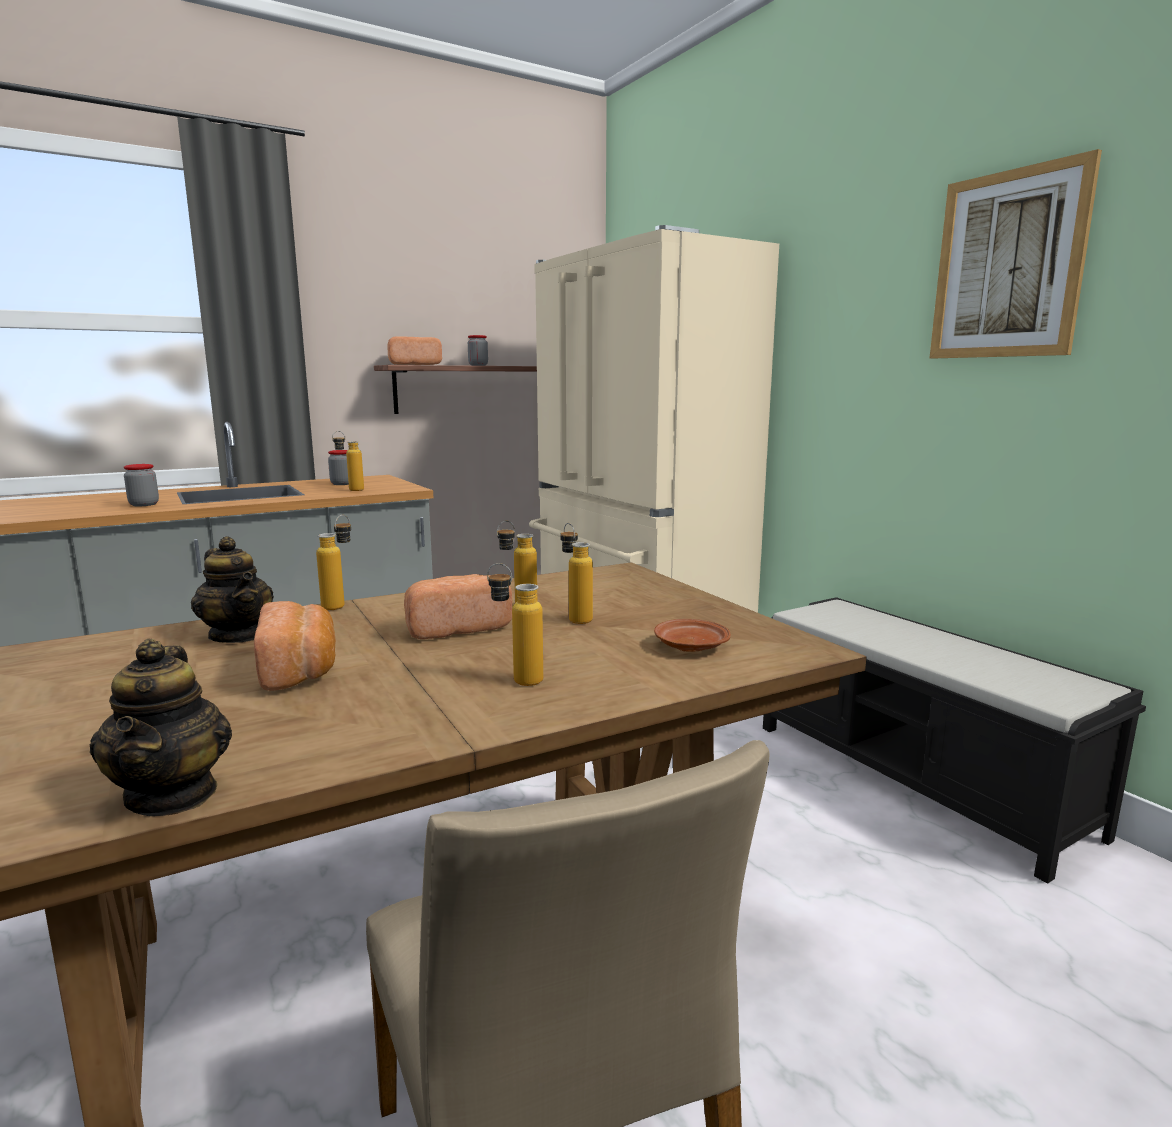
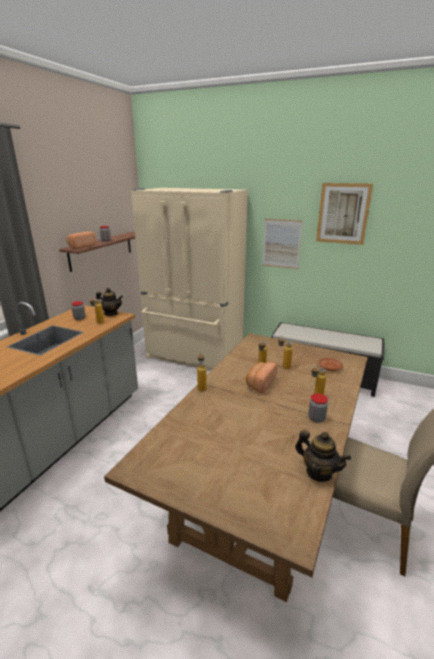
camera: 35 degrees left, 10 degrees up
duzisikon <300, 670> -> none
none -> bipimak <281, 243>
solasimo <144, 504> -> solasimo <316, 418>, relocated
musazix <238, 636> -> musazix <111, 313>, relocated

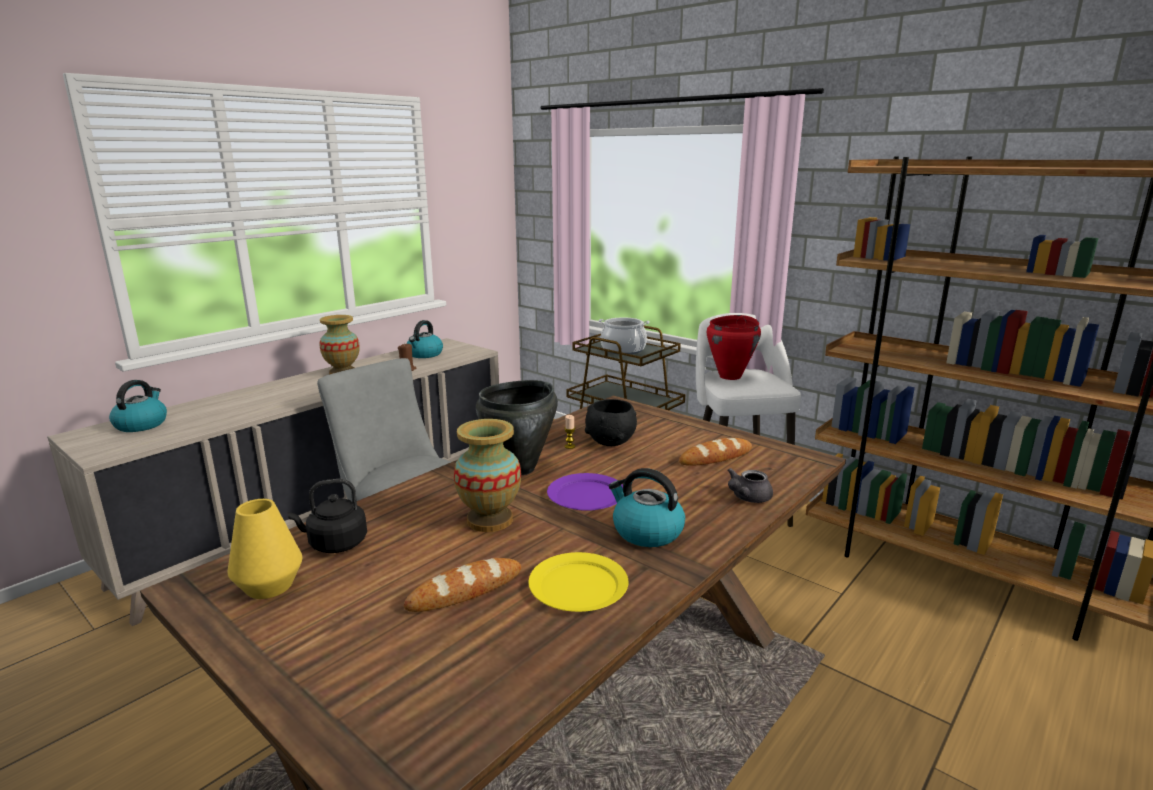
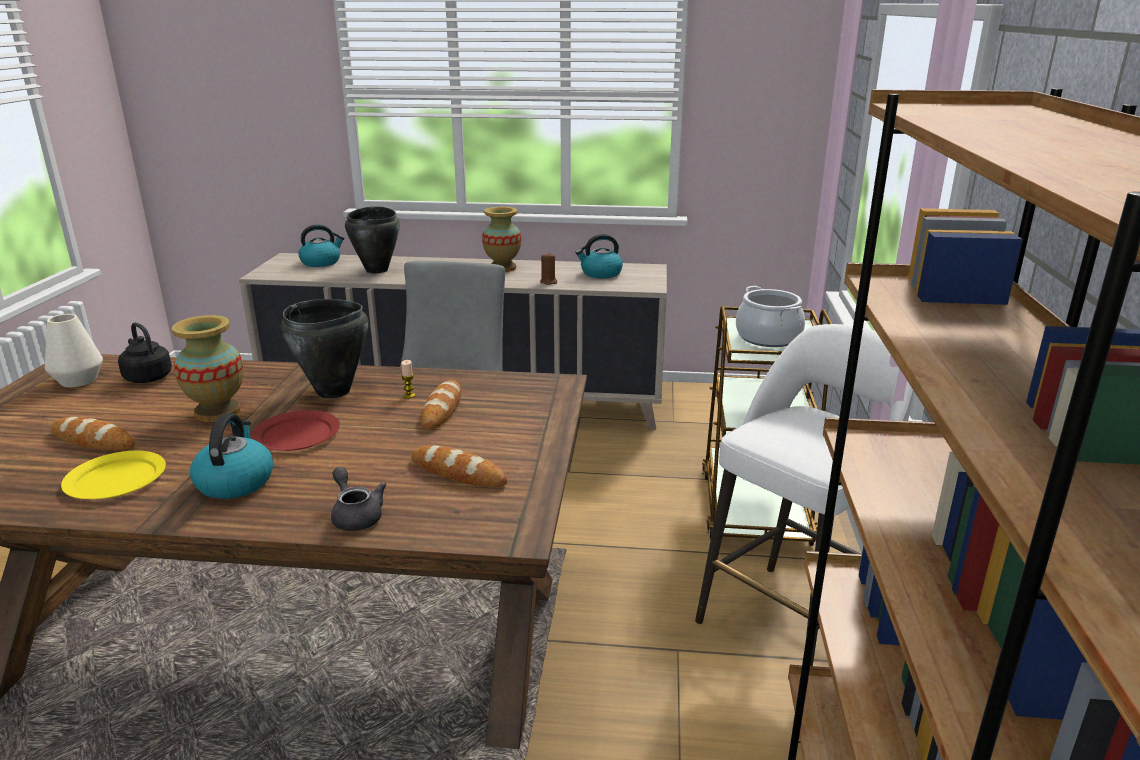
camera: 55 degrees right, 5 degrees up
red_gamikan <730, 376> -> none
none -> black_gamikan <377, 270>
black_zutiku <610, 442> -> duzisikon <442, 409>
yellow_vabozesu <270, 586> -> white_vabozesu <79, 380>
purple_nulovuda <586, 496> -> red_nulovuda <296, 434>
grey_musazix <747, 498> -> grey_musazix <356, 515>, 45 degrees clockwise

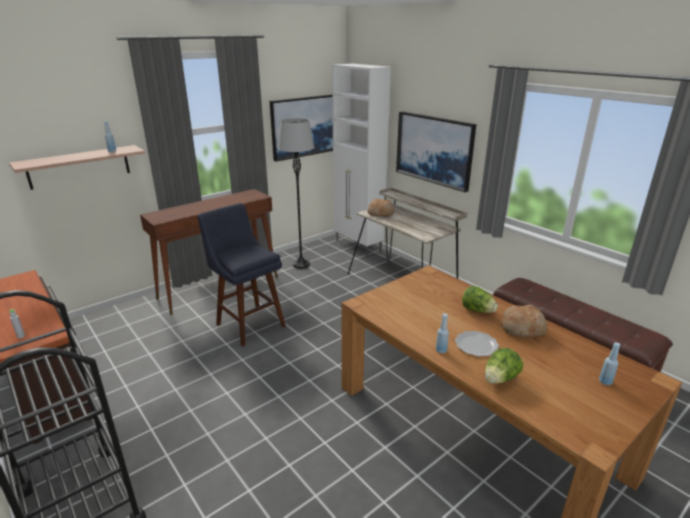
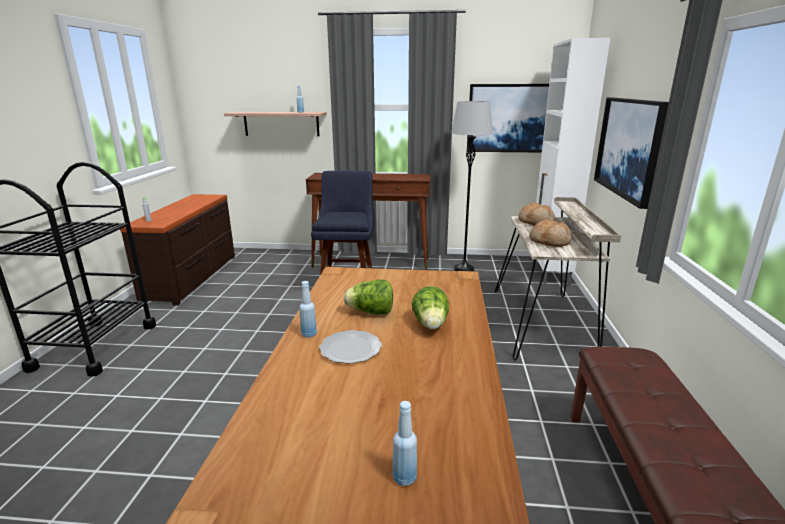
camera: 45 degrees right, 5 degrees down
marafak <500, 379> -> marafak <371, 312>, relocated
duzisikon <522, 328> -> duzisikon <550, 241>, relocated

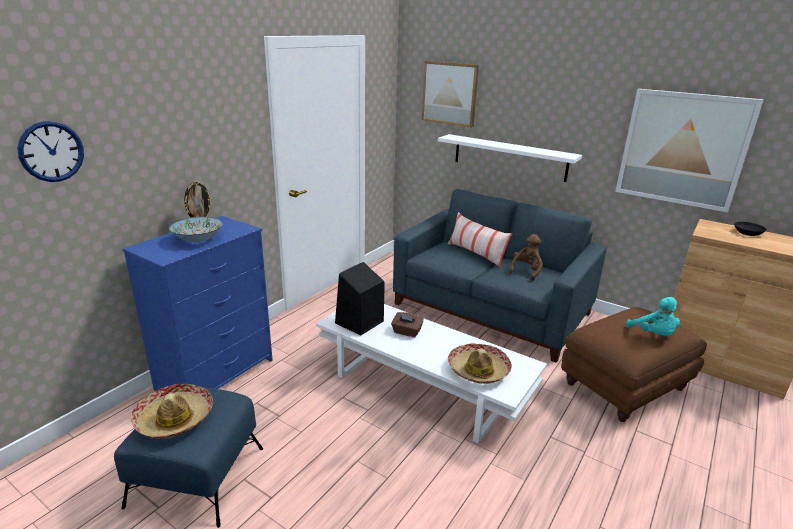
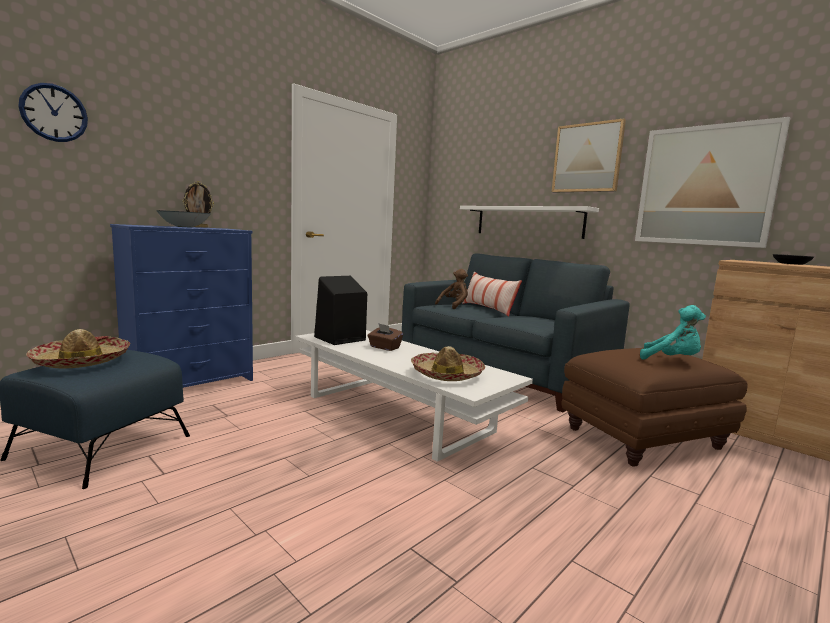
camera: 10 degrees right, 15 degrees down
bipimak <449, 93> -> bipimak <587, 158>, relocated
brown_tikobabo <526, 271> -> brown_tikobabo <454, 306>, relocated
turquoise_tikobabo <653, 334> -> turquoise_tikobabo <671, 360>, 45 degrees counterclockwise

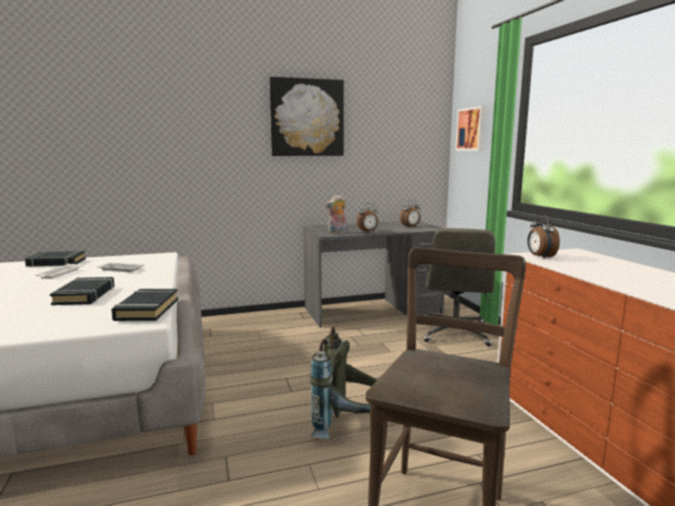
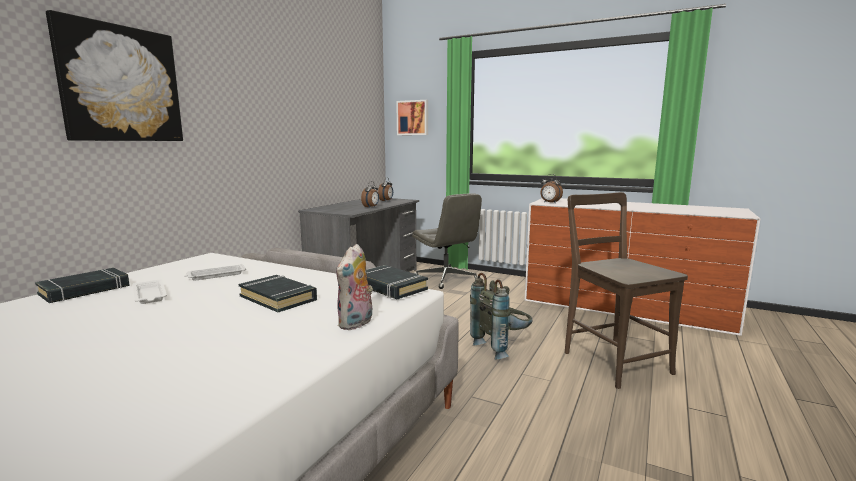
camera: 45 degrees left, 0 degrees up
bipimak <307, 118> -> bipimak <120, 84>, relocated
tikobabo <337, 233> -> tikobabo <356, 324>, relocated

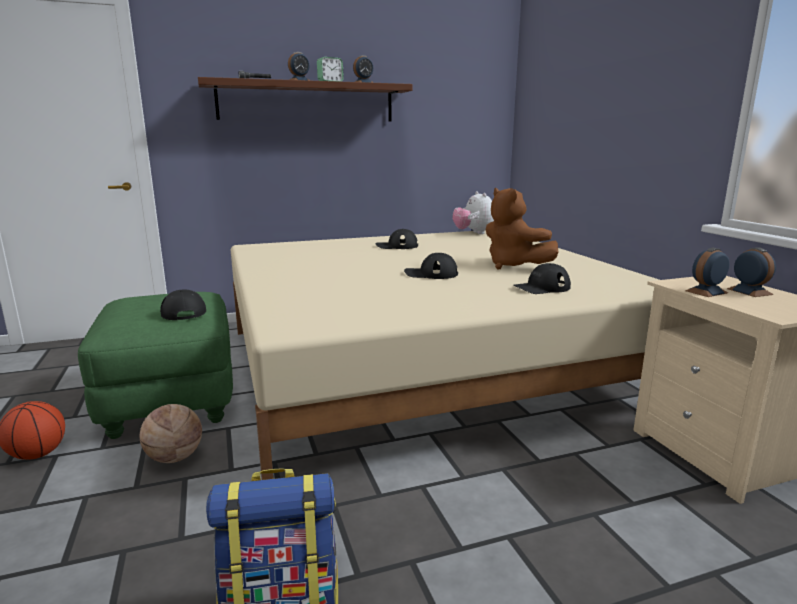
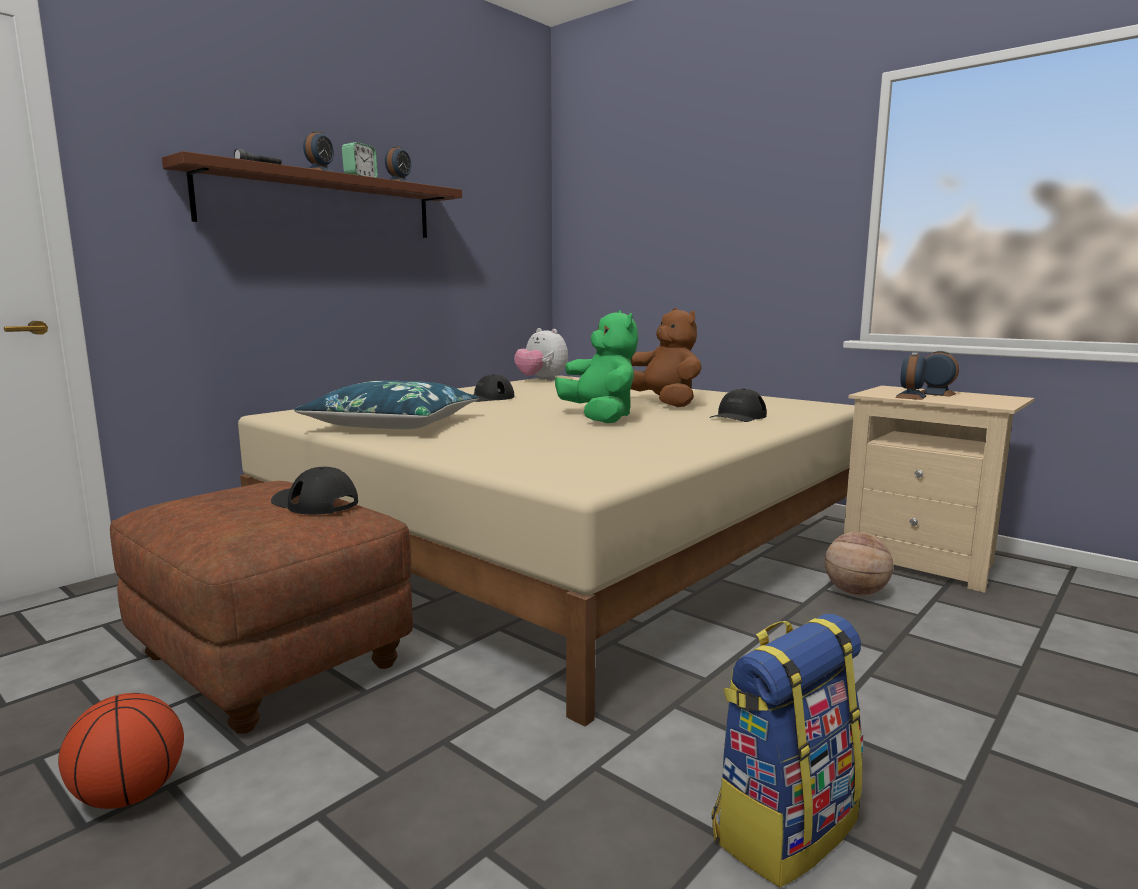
camera: 30 degrees left, 5 degrees down
none -> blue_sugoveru <393, 424>
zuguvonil <174, 458> -> zuguvonil <856, 593>, relocated
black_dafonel <431, 274> -> green_tikobabo <600, 418>
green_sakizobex <171, 400> -> brown_sakizobex <272, 660>
brown_tikobabo <513, 266> -> brown_tikobabo <663, 403>, 150 degrees counterclockwise

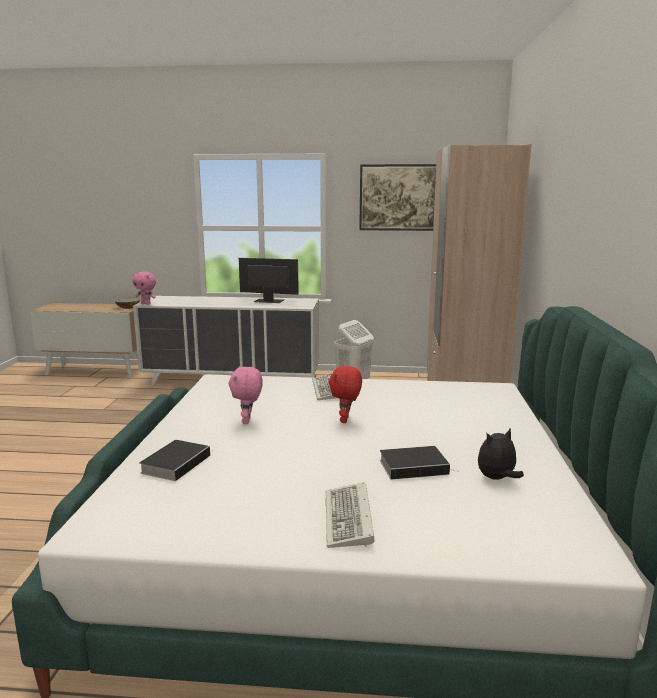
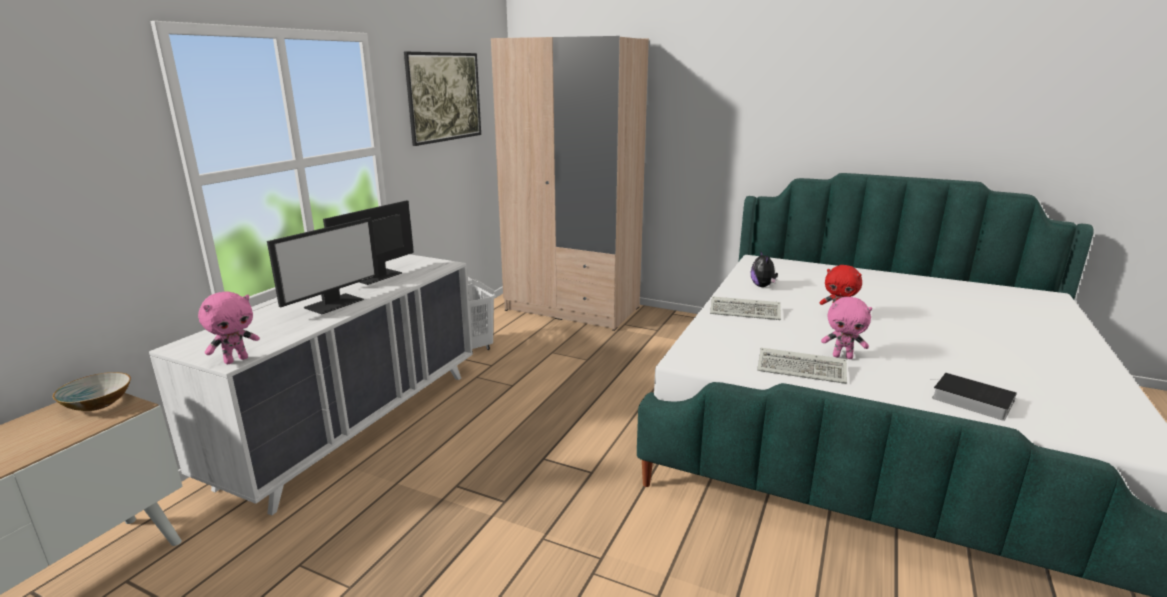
camera: 70 degrees left, 5 degrees up
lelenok <415, 466> -> none
none -> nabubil <334, 303>
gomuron <350, 520> -> gomuron <803, 369>, relocated
tikobabo <497, 479> -> tikobabo <763, 286>, relocated

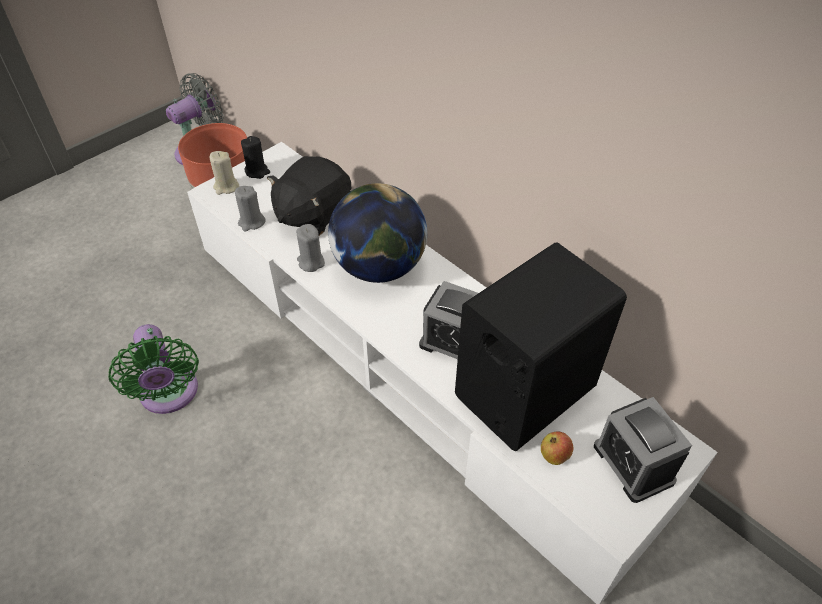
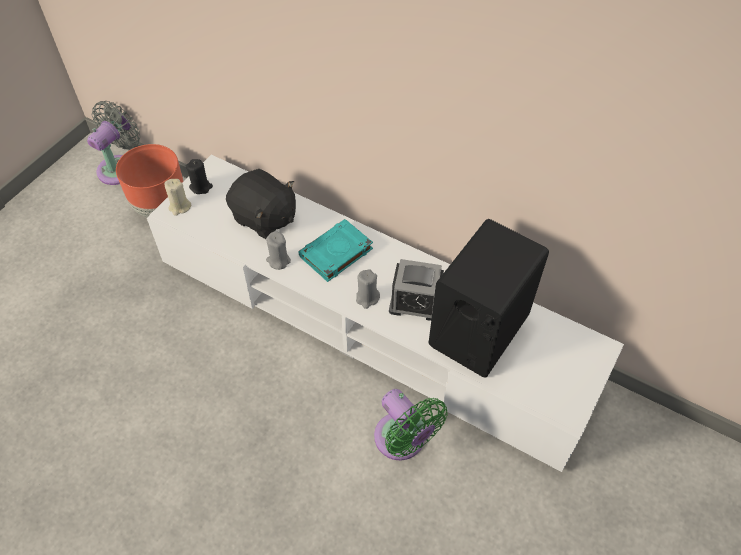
camera: 15 degrees left, 5 degrees up
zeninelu <554, 455> -> none
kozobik <633, 463> -> none
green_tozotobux <169, 395> -> green_tozotobux <403, 441>, relocated
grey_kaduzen <251, 222> -> grey_kaduzen <367, 298>, relocated
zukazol <379, 267> -> turquoise_lelenok <335, 253>
black_tikobabo <312, 215> -> black_tikobabo <264, 218>, 75 degrees counterclockwise

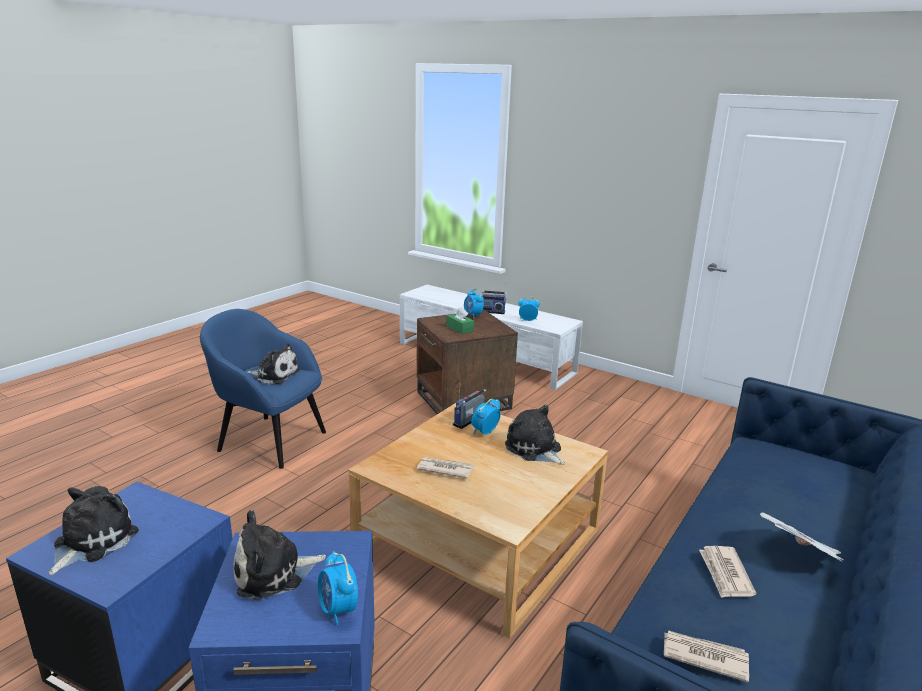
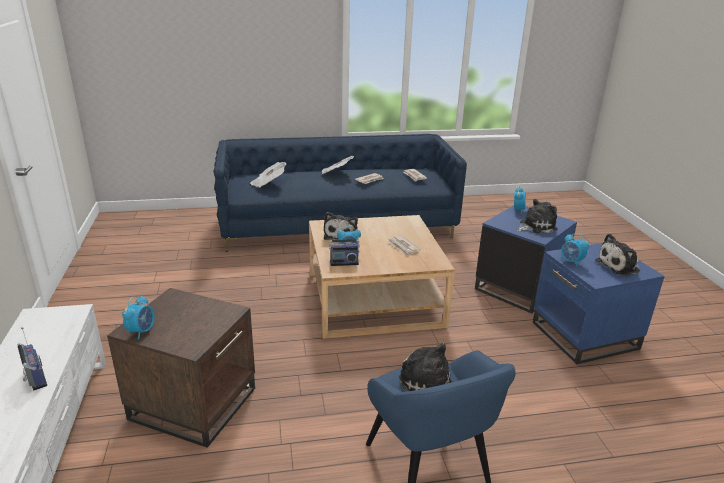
camera: 135 degrees left, 5 degrees up
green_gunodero <460, 329> -> none
none -> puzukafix <268, 183>
kozobik <527, 320> -> kozobik <571, 262>, relocated
tikobabo <273, 572> -> tikobabo <535, 226>, 45 degrees counterclockwise

